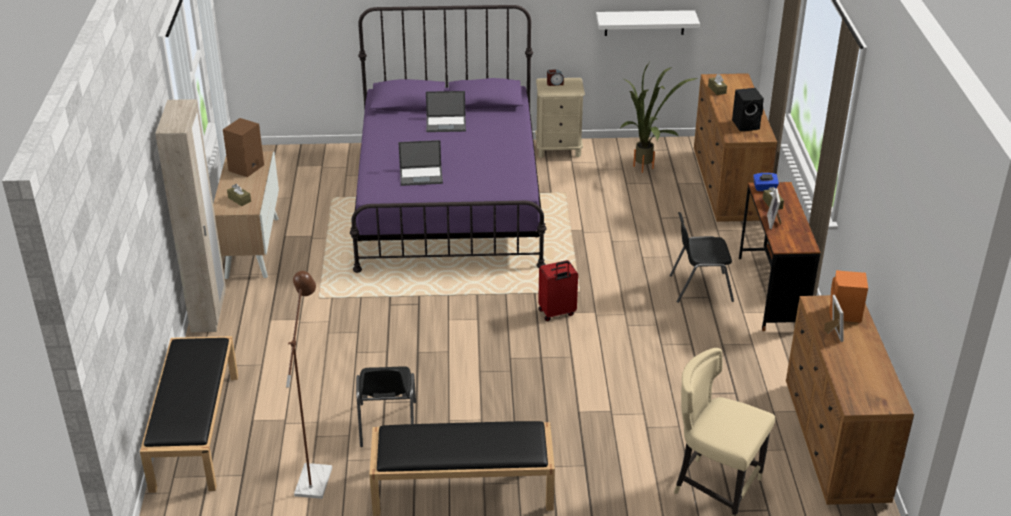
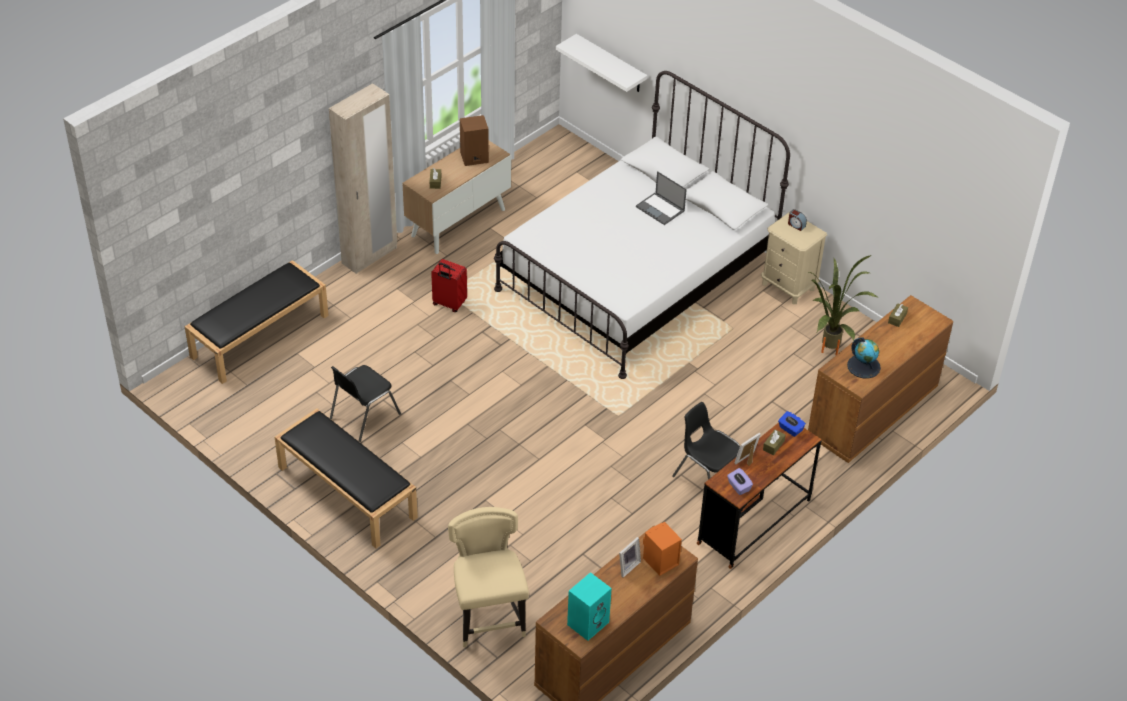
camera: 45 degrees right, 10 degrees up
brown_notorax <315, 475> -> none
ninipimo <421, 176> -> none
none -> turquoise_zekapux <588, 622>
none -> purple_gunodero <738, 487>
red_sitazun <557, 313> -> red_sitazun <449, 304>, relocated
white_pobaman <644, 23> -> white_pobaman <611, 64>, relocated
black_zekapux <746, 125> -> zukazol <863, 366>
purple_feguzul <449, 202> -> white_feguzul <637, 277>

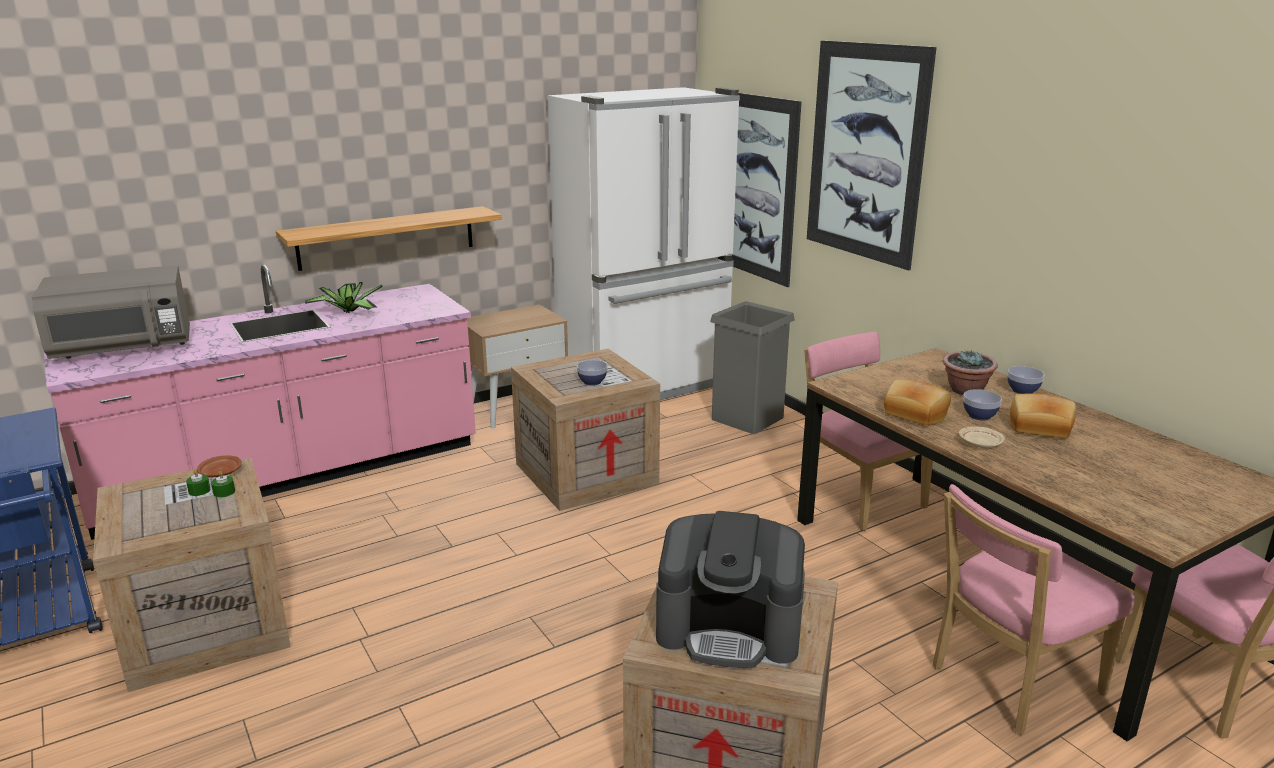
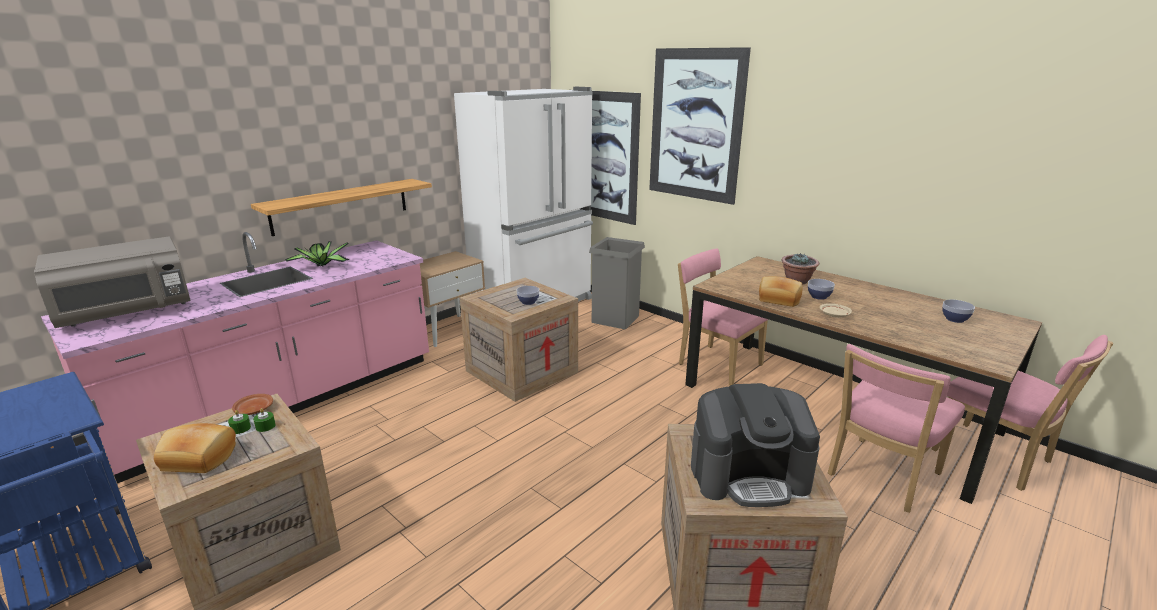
camera: 15 degrees left, 0 degrees up
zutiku <1022, 391> -> zutiku <954, 319>, relocated
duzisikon <1039, 428> -> duzisikon <198, 459>, relocated

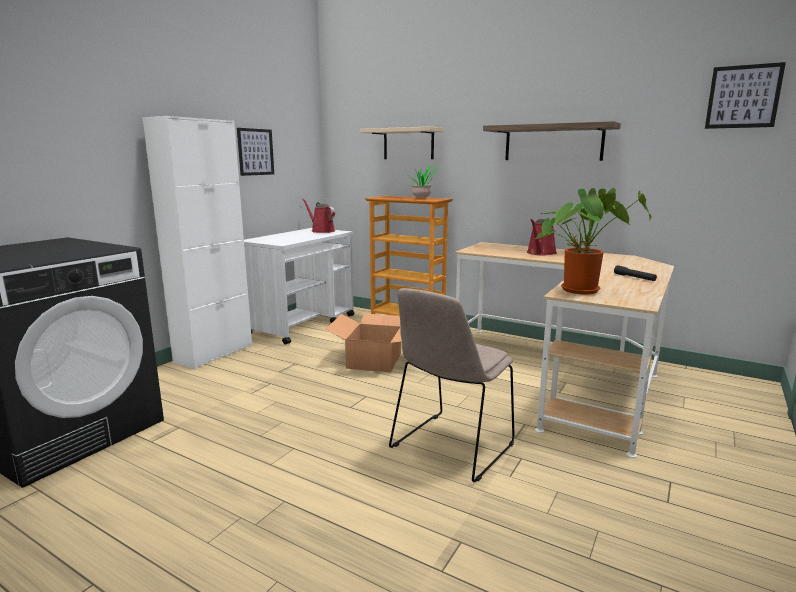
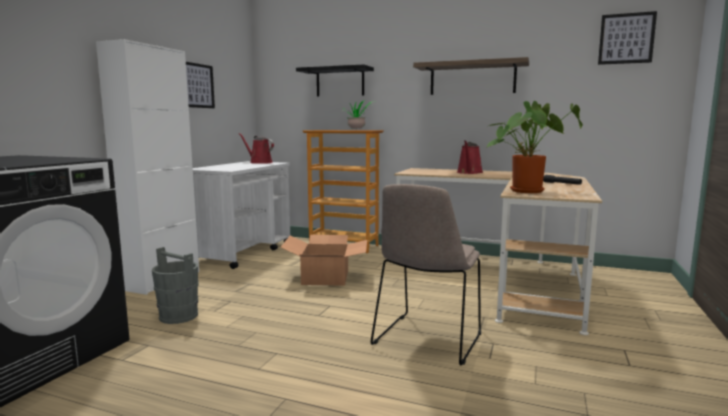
camera: 10 degrees left, 5 degrees down
none -> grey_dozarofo <178, 316>
beige_pobaman <408, 144> -> black_pobaman <340, 82>

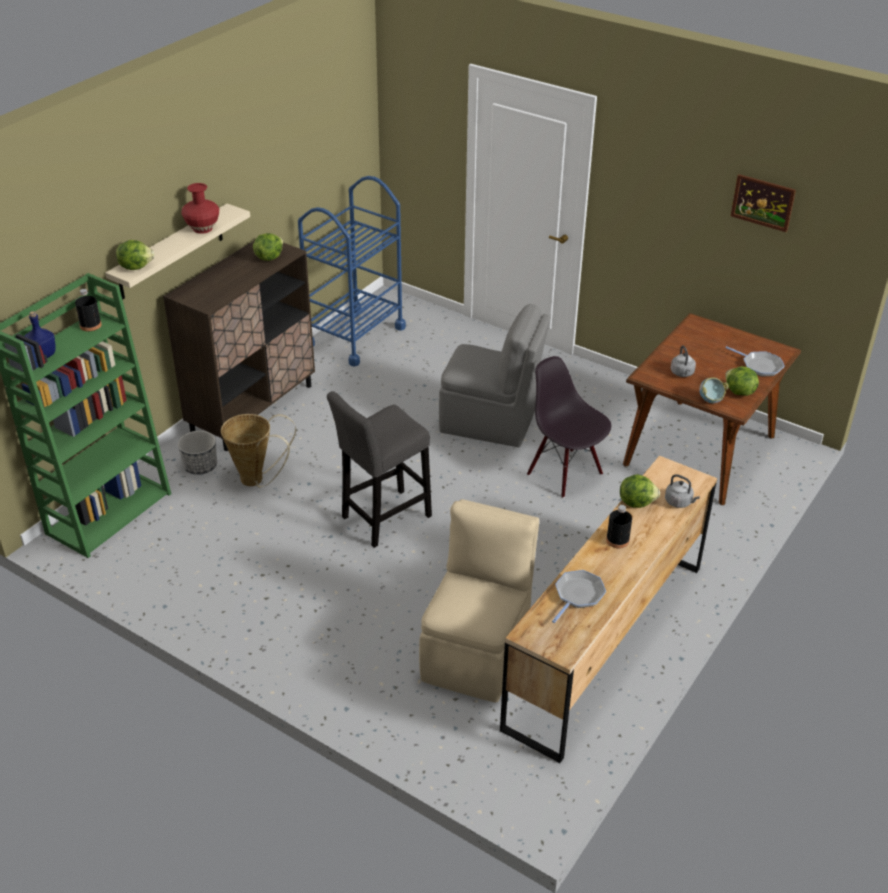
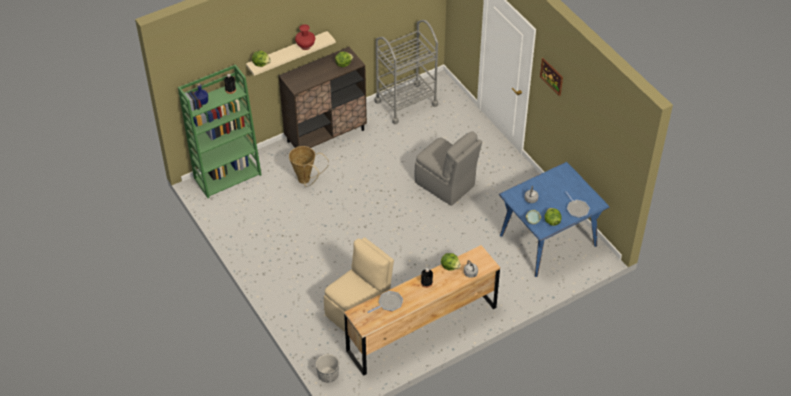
camera: 25 degrees right, 10 degrees up
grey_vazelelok <382, 519> -> none
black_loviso <565, 473> -> none
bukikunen <200, 466> -> bukikunen <328, 374>, relocated
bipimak <762, 202> -> bipimak <551, 76>, relocated
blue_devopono <355, 336> -> grey_devopono <406, 103>
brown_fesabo <699, 450> -> blue_fesabo <548, 240>

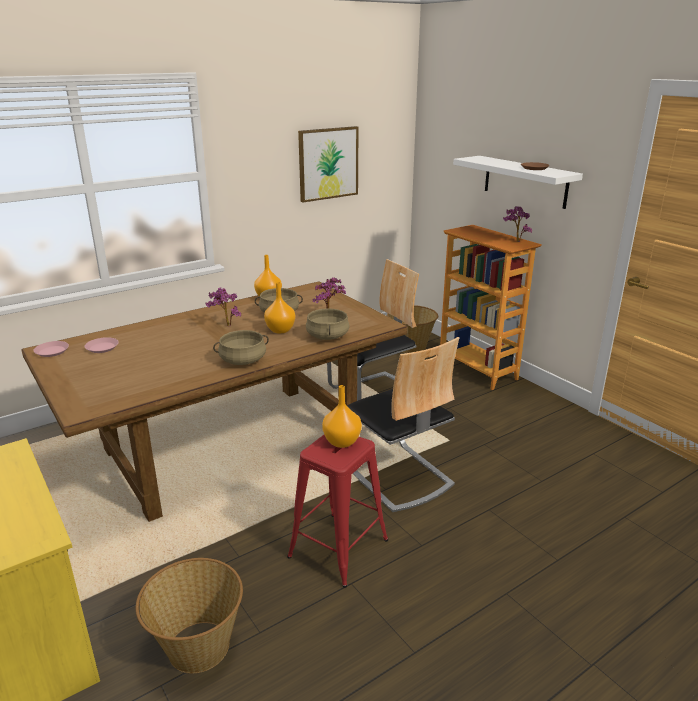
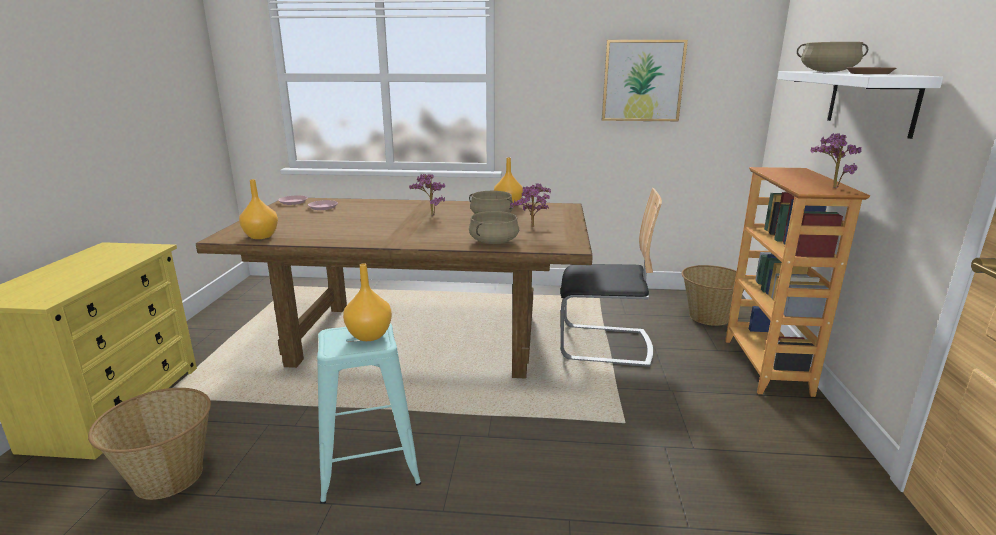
camera: 40 degrees right, 5 degrees down
loviso <397, 475> -> none
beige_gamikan <243, 360> -> beige_gamikan <828, 72>, relocated
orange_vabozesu <280, 330> -> orange_vabozesu <262, 236>, relocated
red_vazelelok <338, 548> -> turquoise_vazelelok <369, 465>

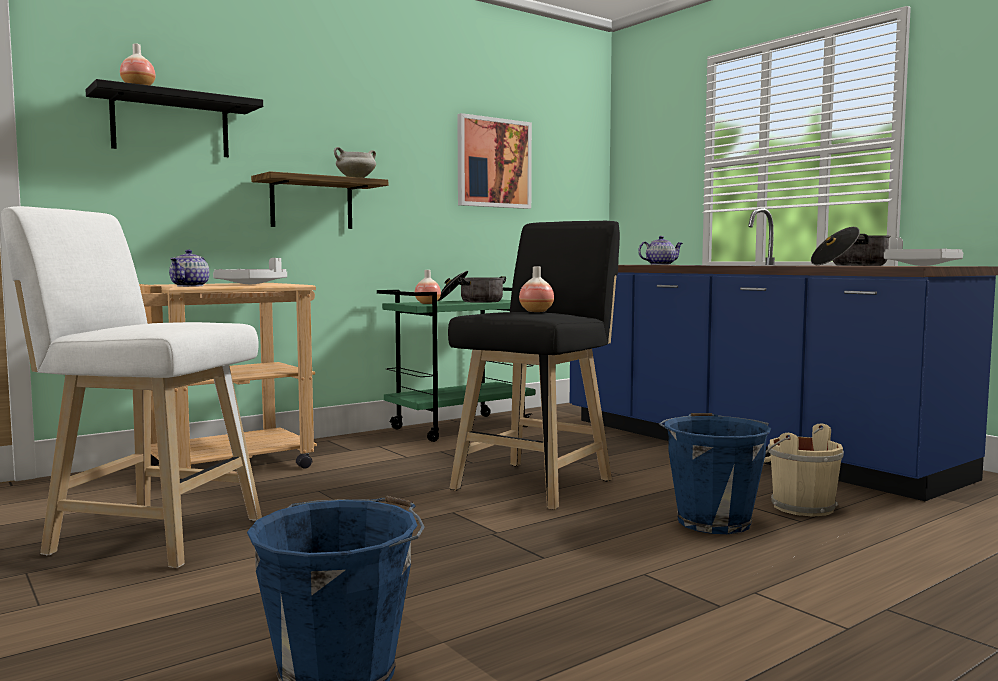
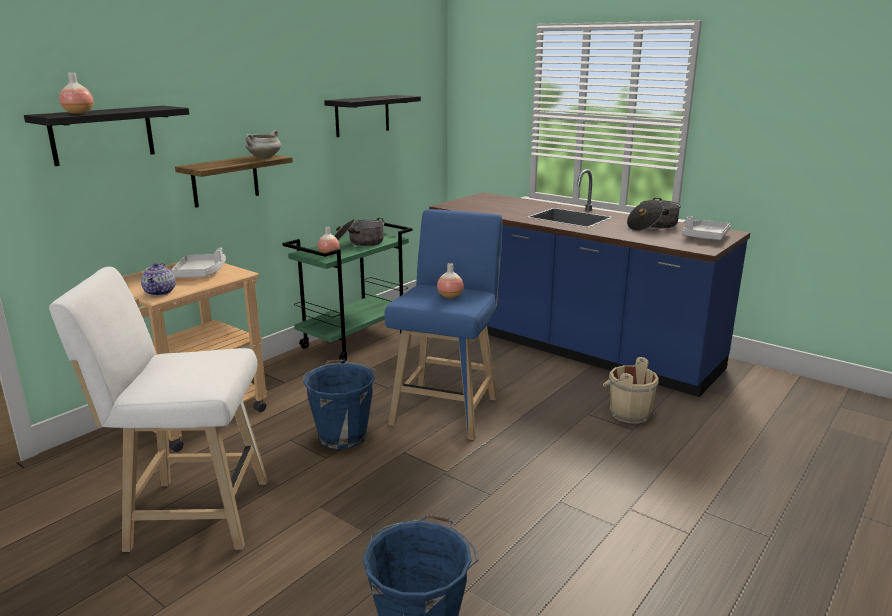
camera: 15 degrees left, 15 degrees up
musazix <660, 264> -> none
blue_dozarofo <713, 521> -> blue_dozarofo <342, 435>, relocated
bipimak <493, 163> -> black_pobaman <362, 115>
black_vazelelok <537, 483> -> blue_vazelelok <447, 408>

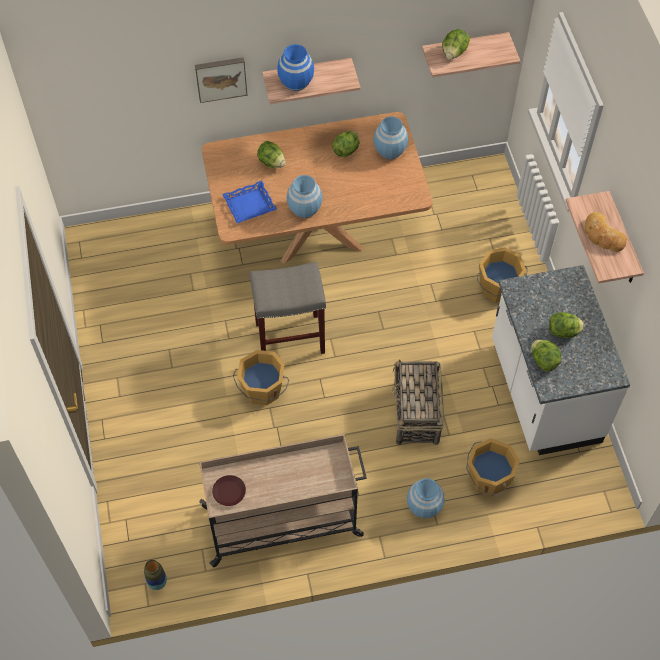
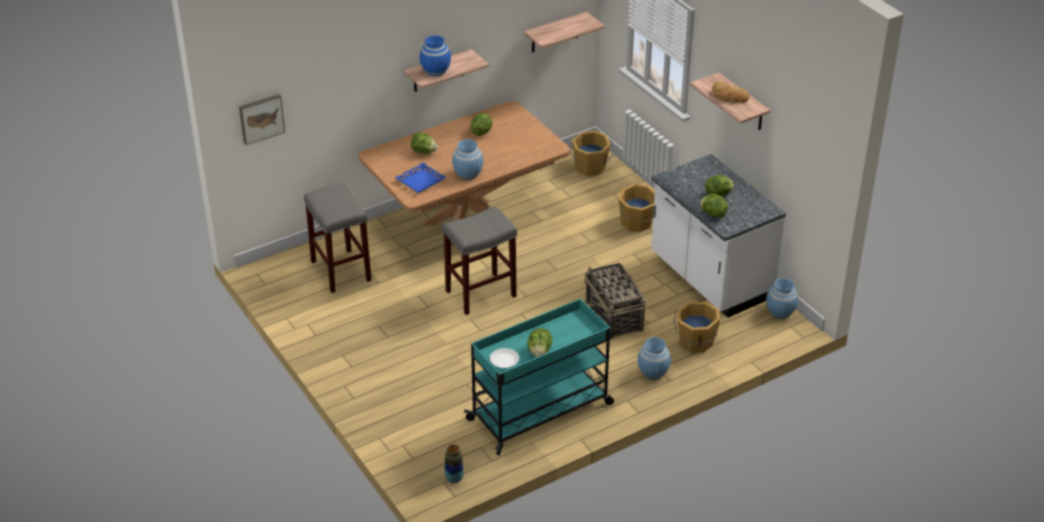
camera: 20 degrees left, 20 degrees down
none -> grey_vazelelok <340, 270>
bipimak <221, 78> -> bipimak <261, 118>, relocated
orange_dozarofo <262, 390> -> orange_dozarofo <590, 168>, relocated
blue_vabozesu <390, 150> -> blue_vabozesu <780, 312>, relocated
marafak <454, 53> -> marafak <539, 352>, relocated
beige_devopono <284, 521> -> turquoise_devopono <541, 411>
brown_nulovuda <229, 492> -> white_nulovuda <504, 361>

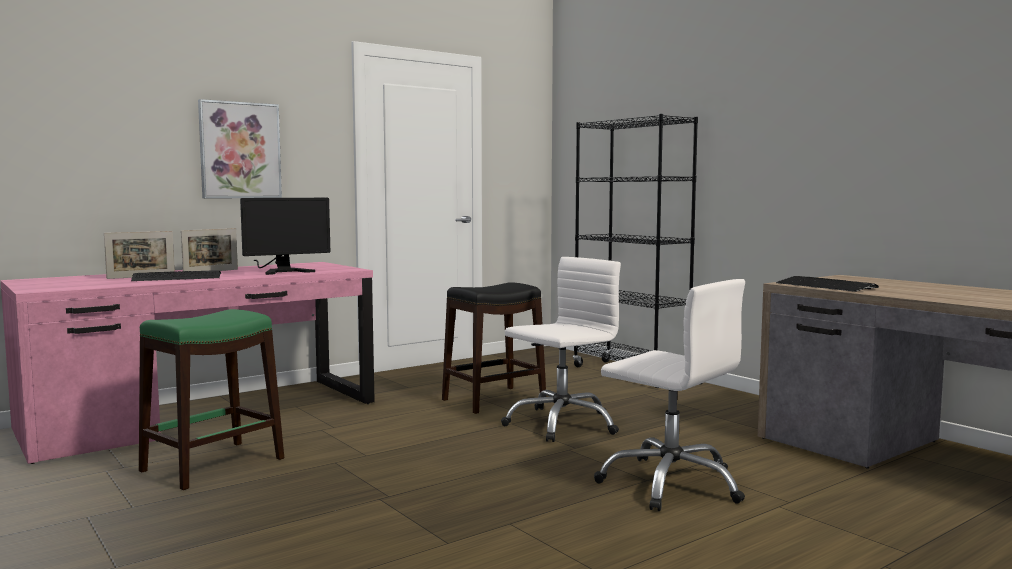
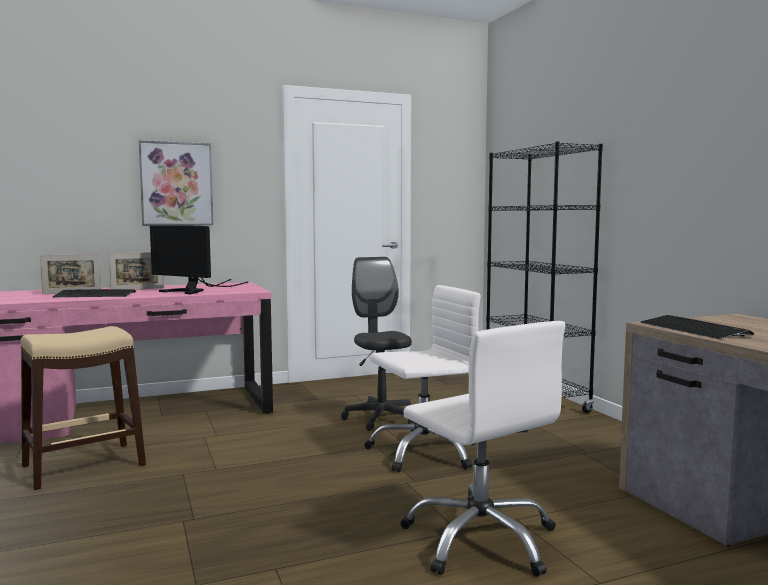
camera: 15 degrees right, 0 degrees up
black_vazelelok <493, 400> -> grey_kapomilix <381, 418>
green_vazelelok <214, 465> -> beige_vazelelok <84, 465>
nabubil <282, 270> -> nabubil <195, 290>, 45 degrees clockwise

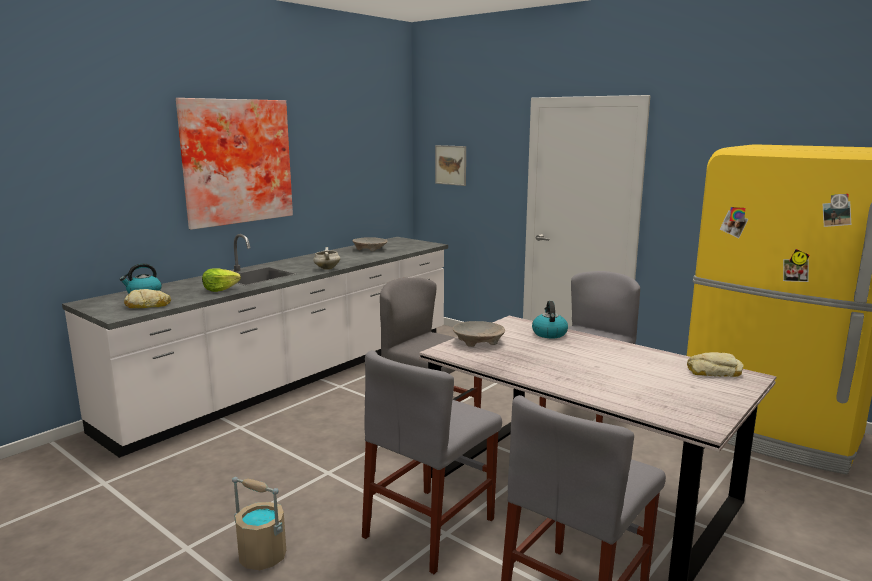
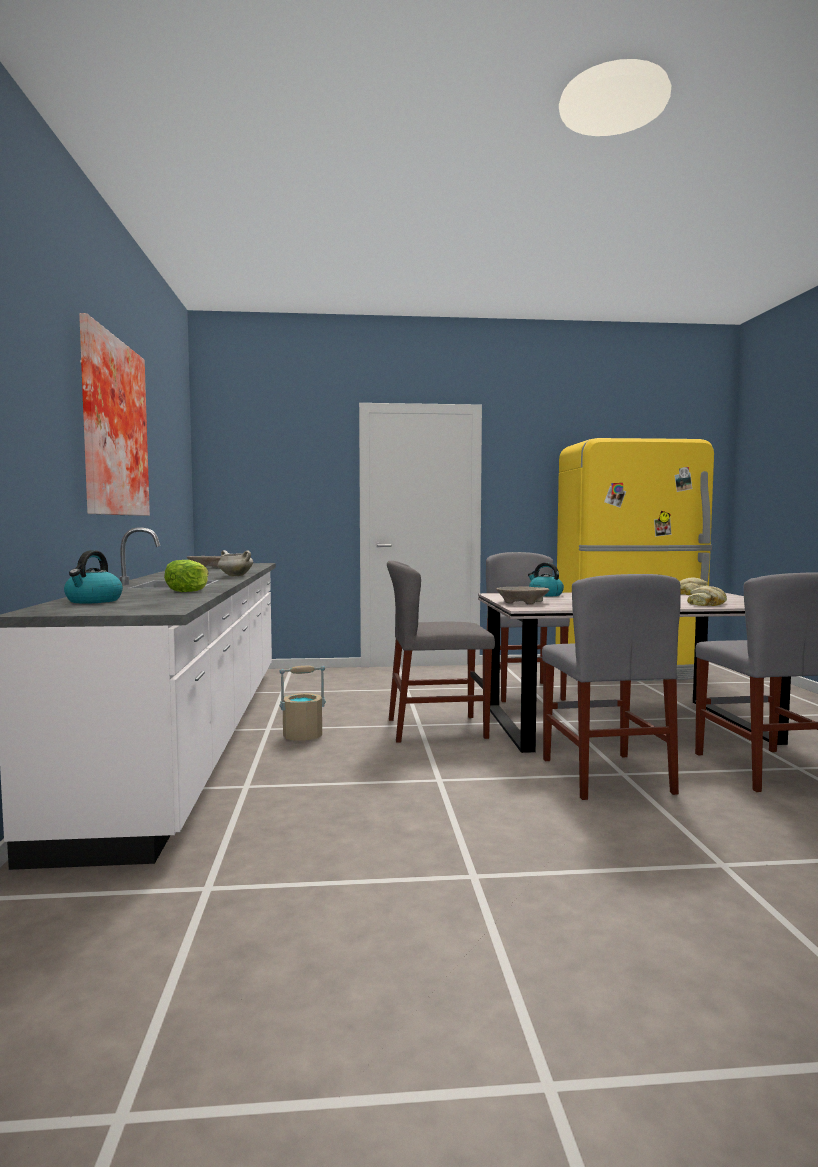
camera: 45 degrees left, 10 degrees down
bipimak <450, 165> -> none
duzisikon <147, 305> -> duzisikon <708, 604>, relocated
beige_dozarofo <262, 556> -> beige_dozarofo <302, 736>, relocated

